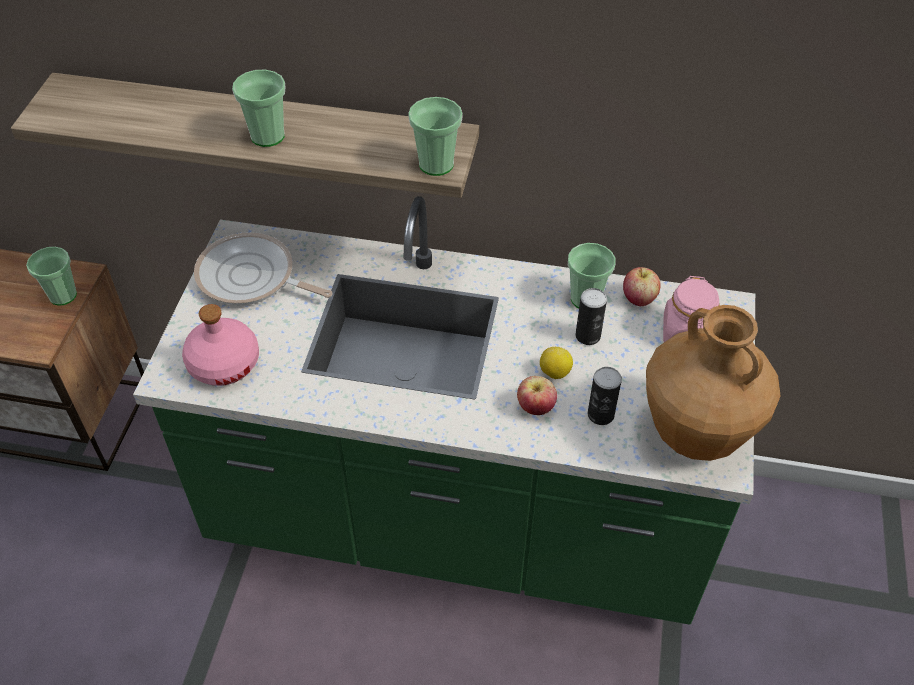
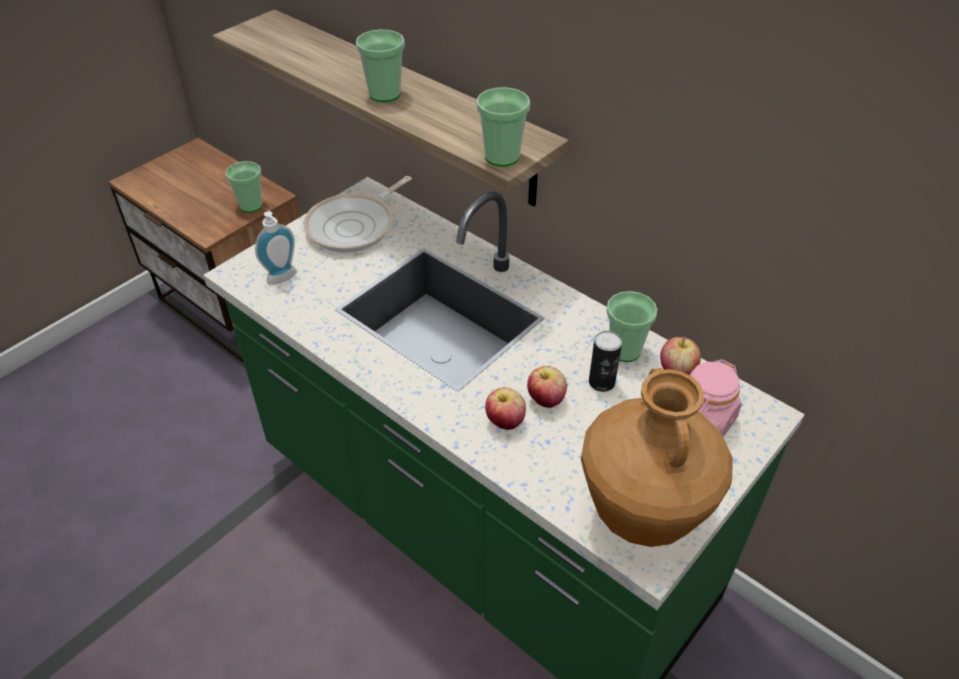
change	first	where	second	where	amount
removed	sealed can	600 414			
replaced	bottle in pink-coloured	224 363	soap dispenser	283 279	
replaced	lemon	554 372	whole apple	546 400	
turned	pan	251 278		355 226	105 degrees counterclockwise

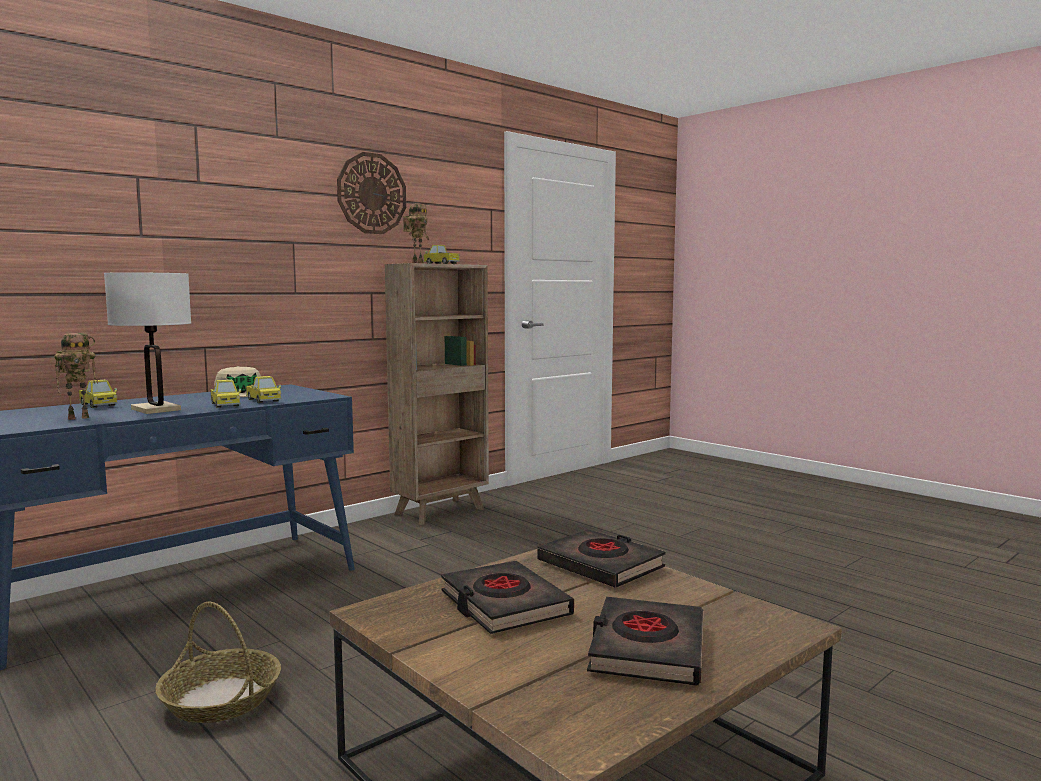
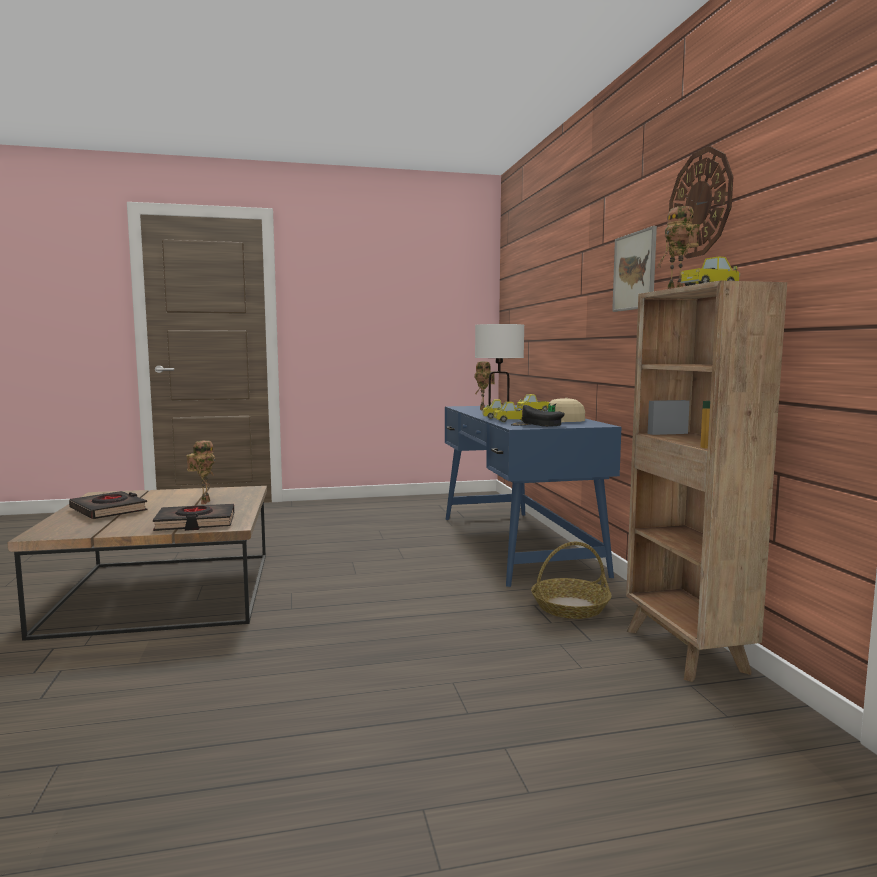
change	first	where	second	where	amount
added			baseball cap in black-coloured	537 425	
added			wall art	634 271	
moved	basket	220 698		570 607	
replaced	book in black-coloured	504 604	toy robot	204 502	

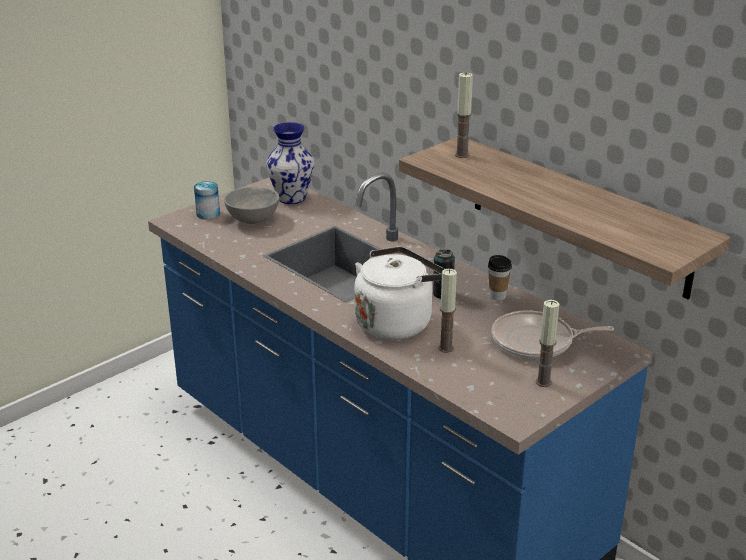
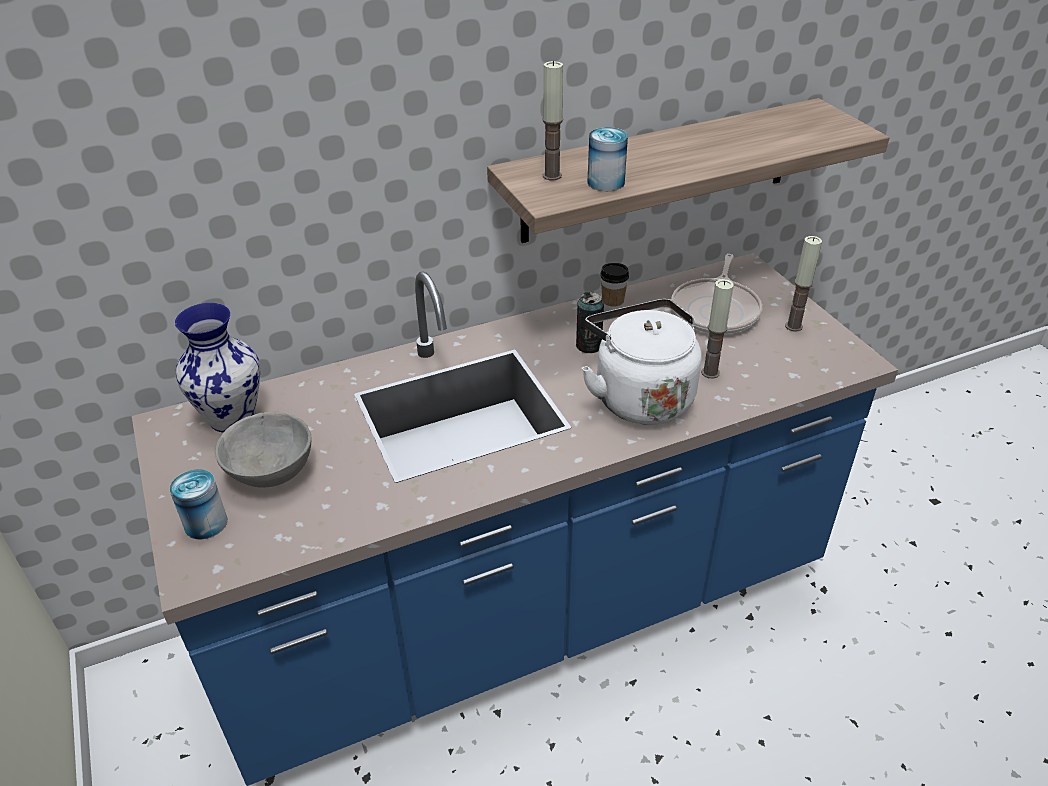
change	first	where	second	where	amount
added			sealed can	606 182	

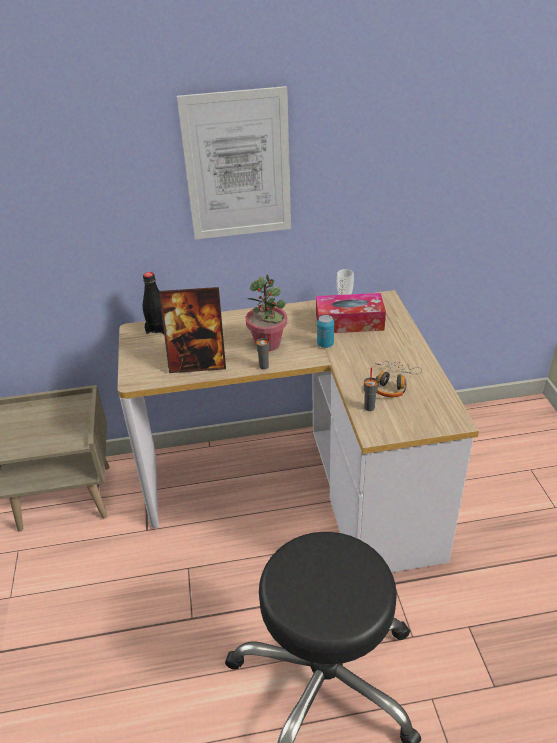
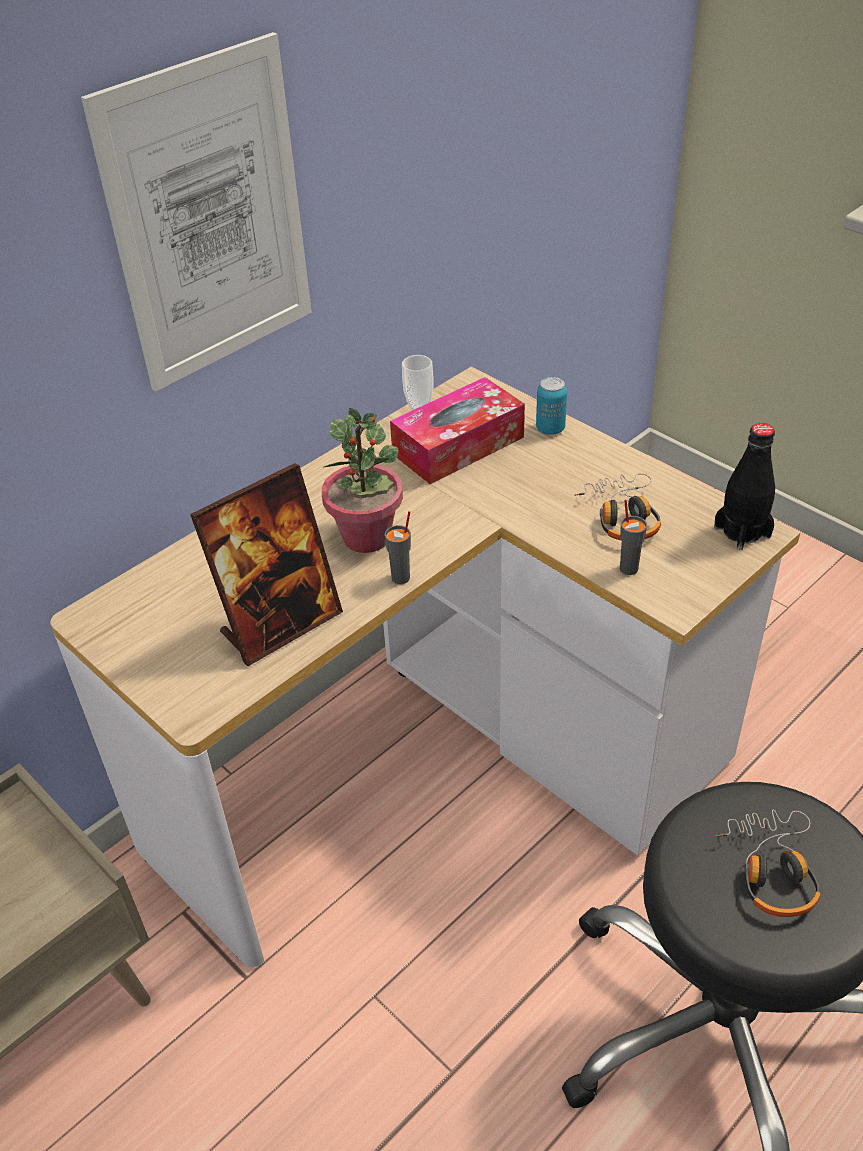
change	first	where	second	where	amount
added			headphones	771 870	
moved	bottle in black-coloured	158 328		742 532	
moved	sealed can	325 344		550 429	

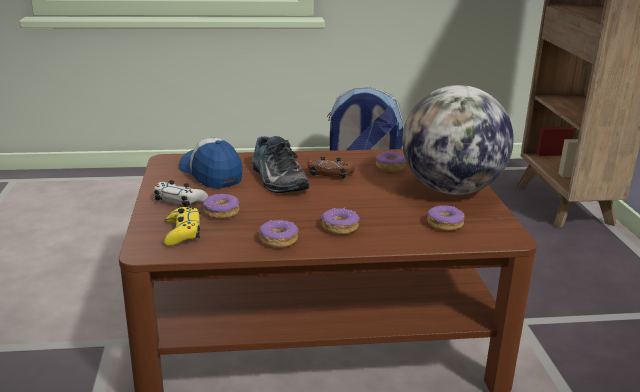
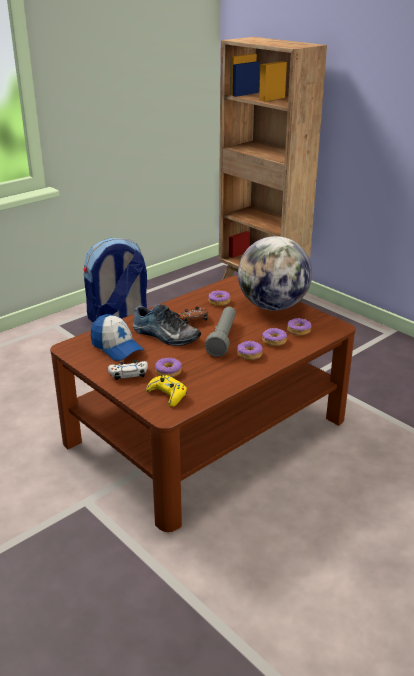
change	first	where	second	where	amount
added			hand torch in gray	223 338	
moved	donut	278 240		274 341	
turned	baseball cap	211 174		117 347	150 degrees counterclockwise

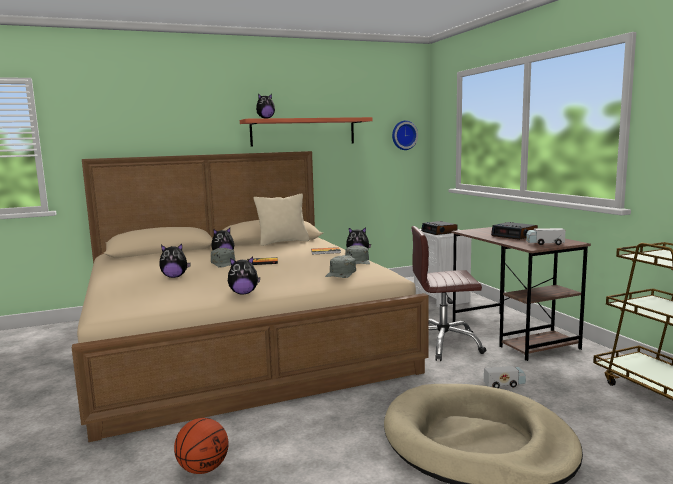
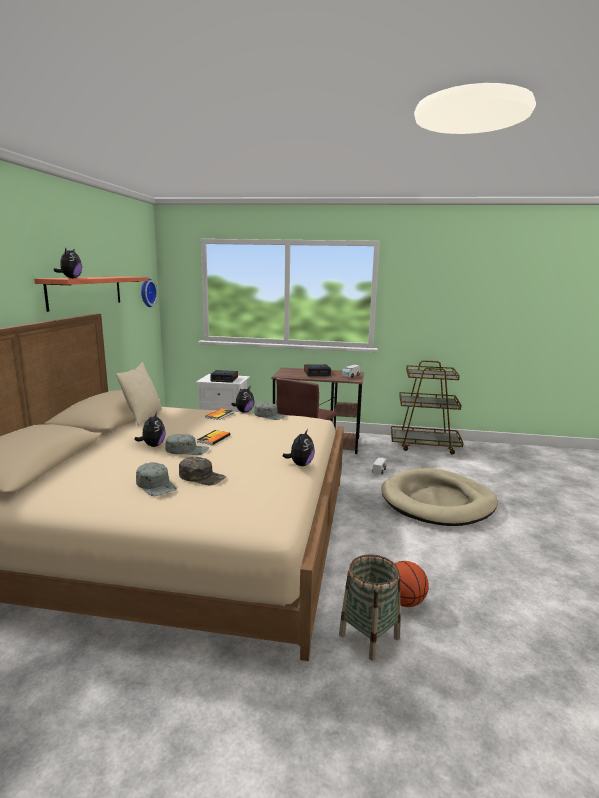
change	first	where	second	where	amount
added			basket	369 636	
moved	baseball cap in gray	341 273		156 485	
replaced	cuddly toy	174 277	baseball cap in green	202 477	

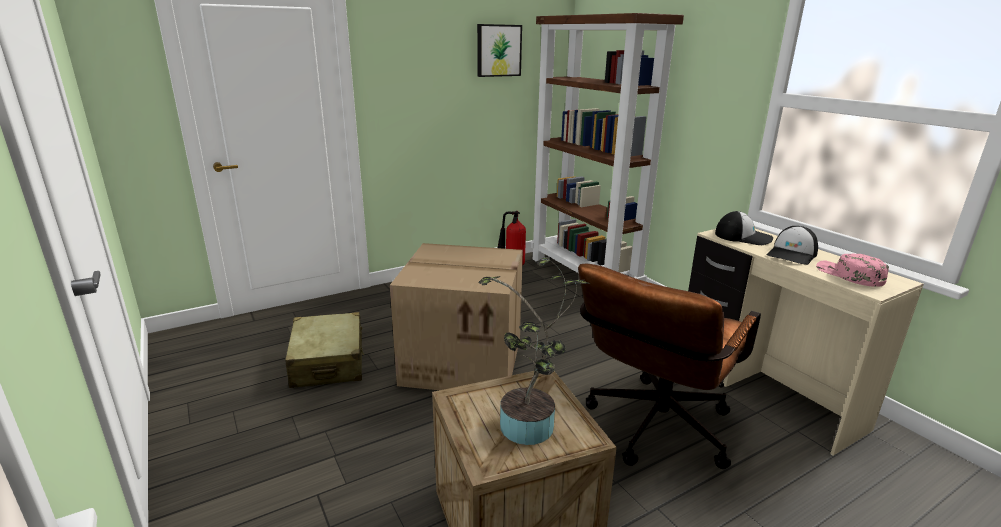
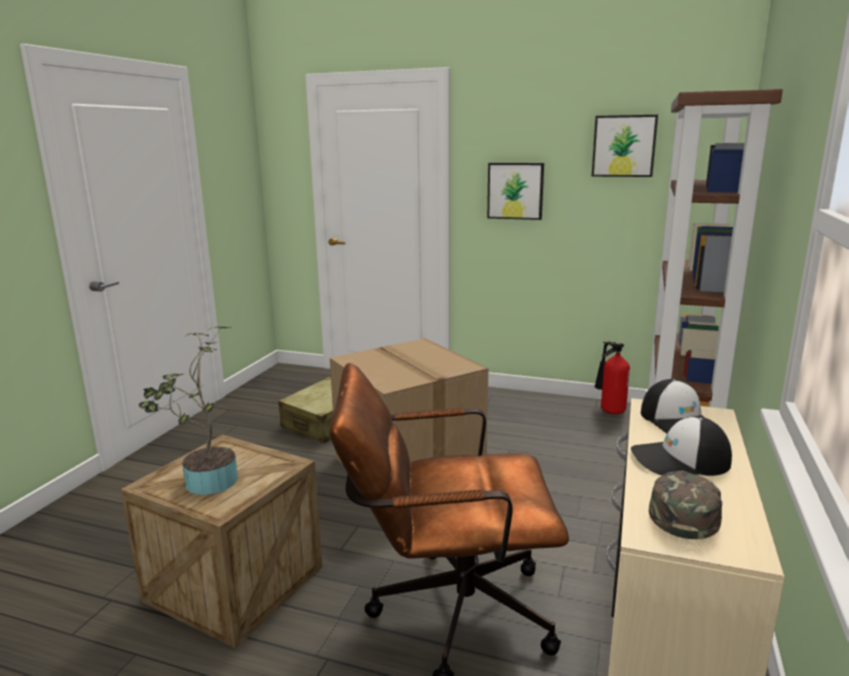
change	first	where	second	where	amount
added			wall art	515 190	
recoloured	baseball cap in pink-coloured	849 275	baseball cap in green	682 509	

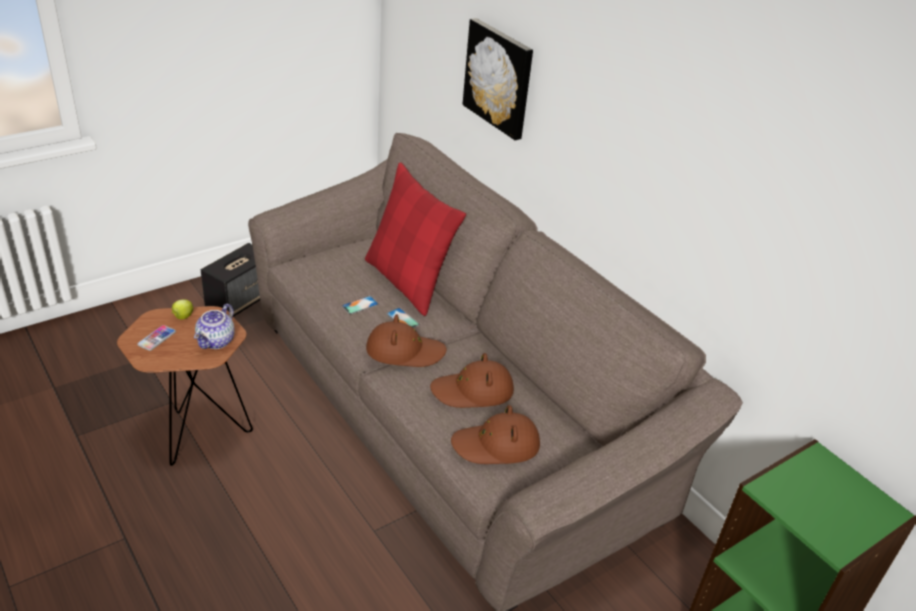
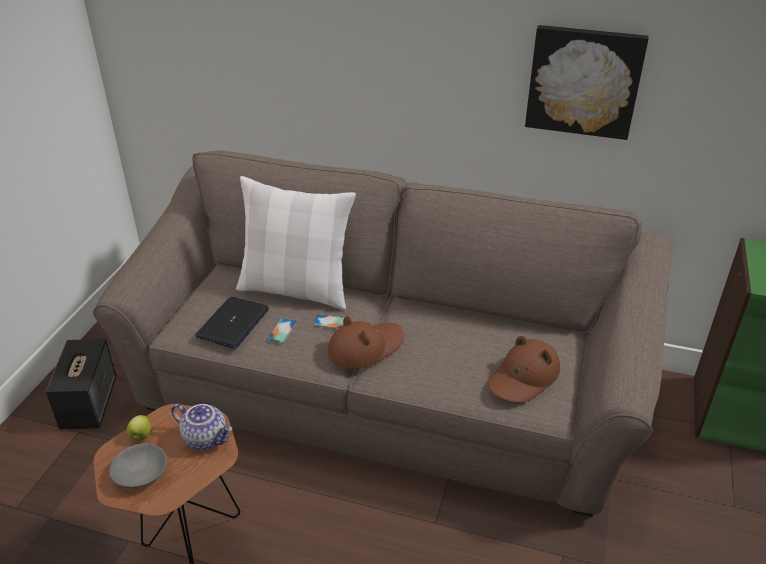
change	first	where	second	where	amount
removed	wearable hat in brown-coloured	473 391			
added			portable computer	233 323	
moved	wall art	499 78		584 81	
replaced	handset	157 338	serving bowl in gray	141 473	
recoloured	throw pillow in red-coloured	408 282	throw pillow in white-coloured	296 289	
turned	pot for tea	216 342		206 438	45 degrees counterclockwise

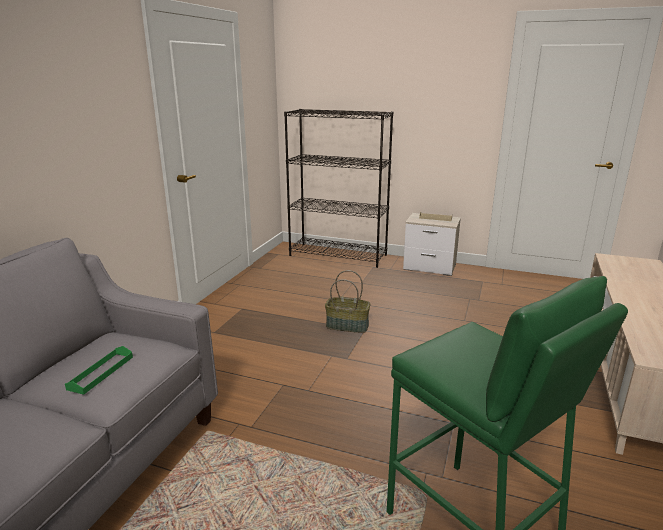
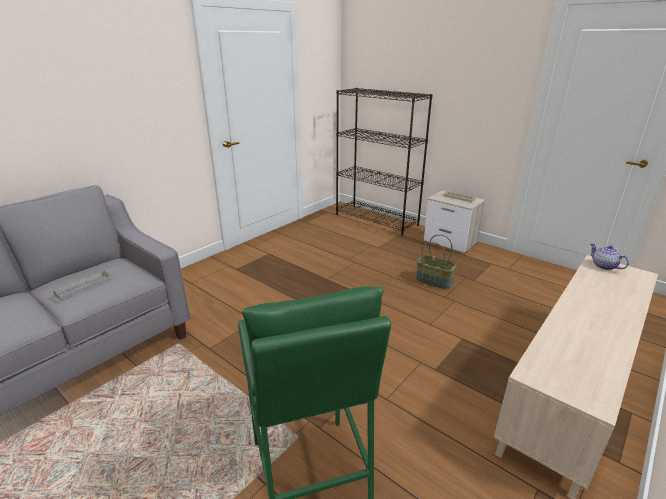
change	first	where	second	where	amount
added			pot for tea	604 266	
moved	basket	348 325		434 281	
recoloured	carrying tray in green	101 372	carrying tray in gray	83 287	

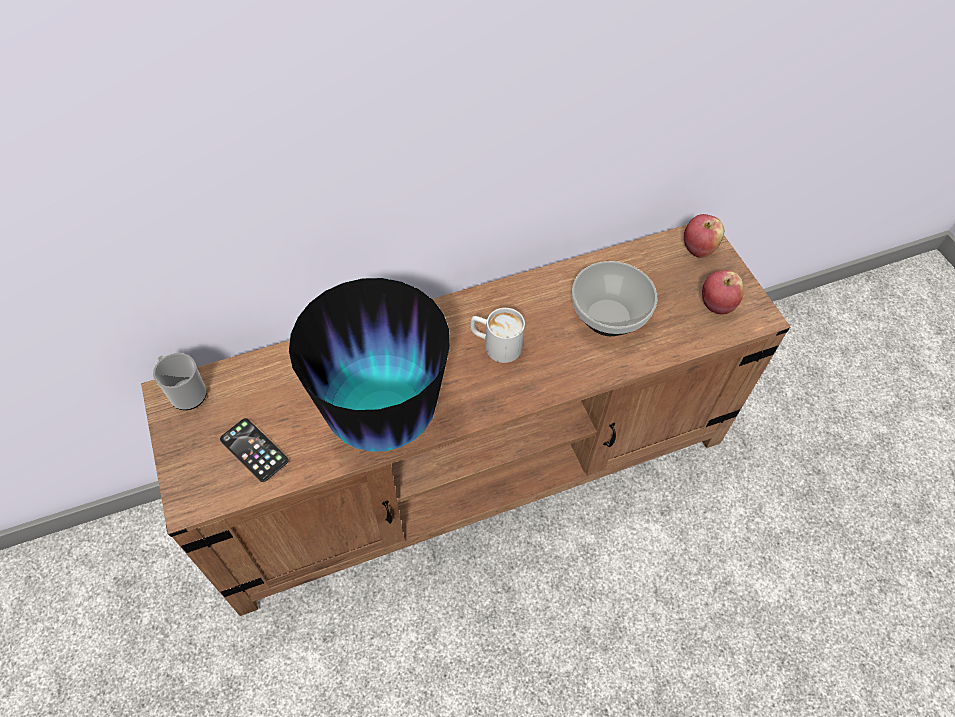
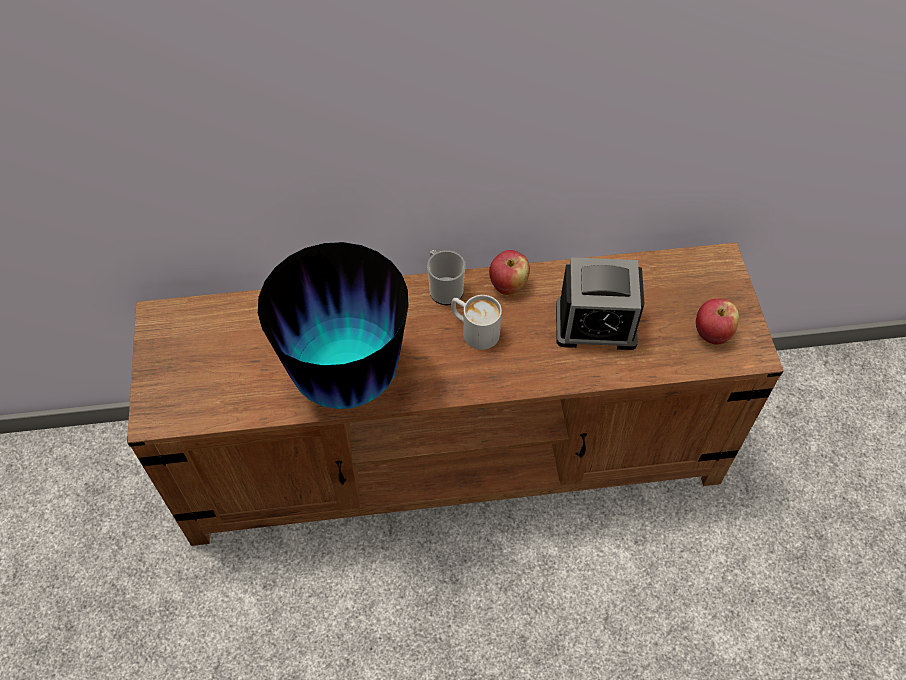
change	first	where	second	where	amount
removed	handset	254 450			
moved	coffee mug	185 392		444 289	
moved	whole apple	698 249		508 285	
replaced	serving bowl	608 317	alarm clock	595 324	

